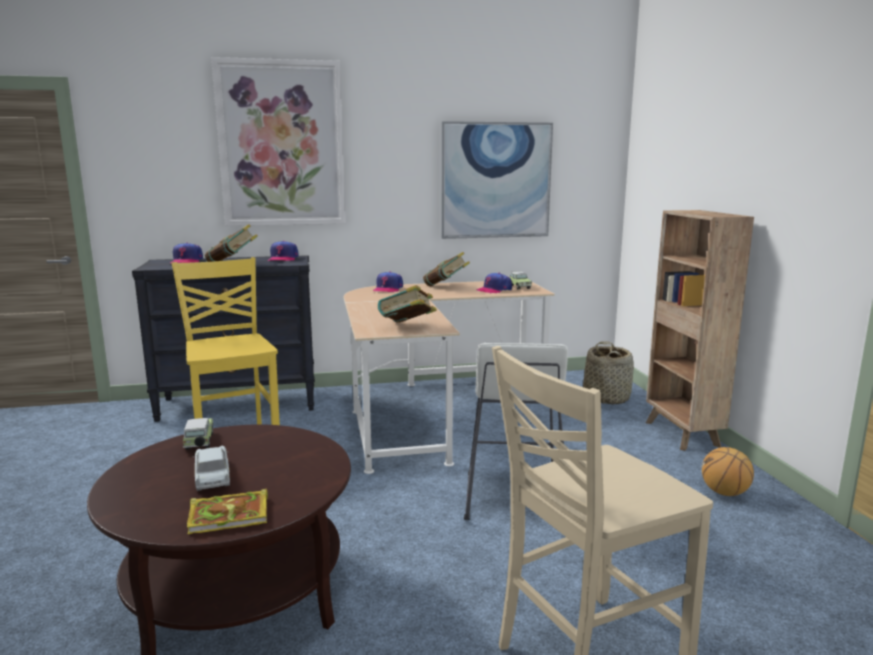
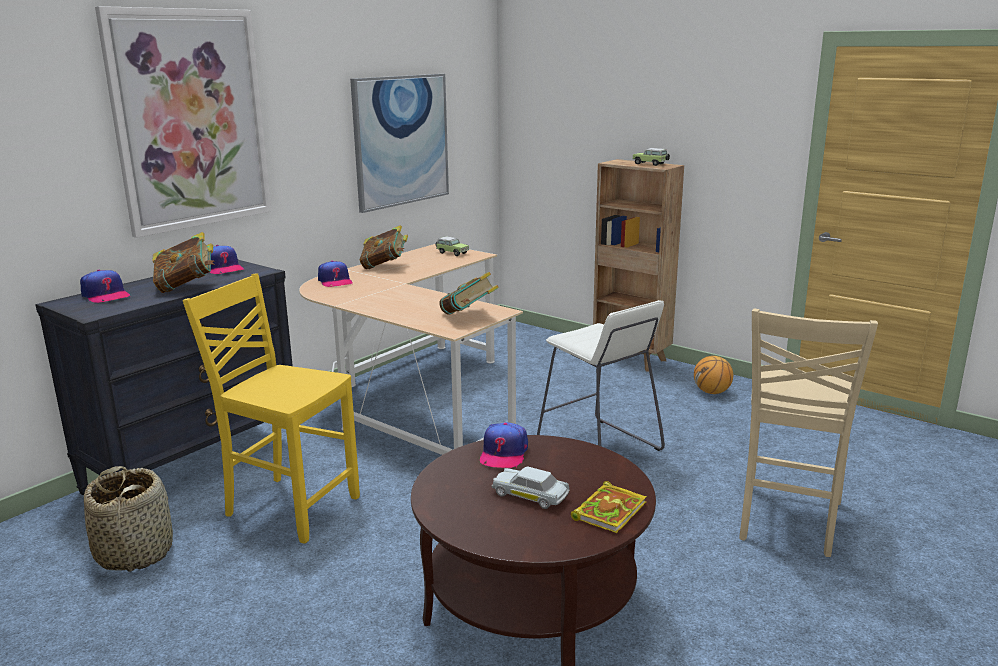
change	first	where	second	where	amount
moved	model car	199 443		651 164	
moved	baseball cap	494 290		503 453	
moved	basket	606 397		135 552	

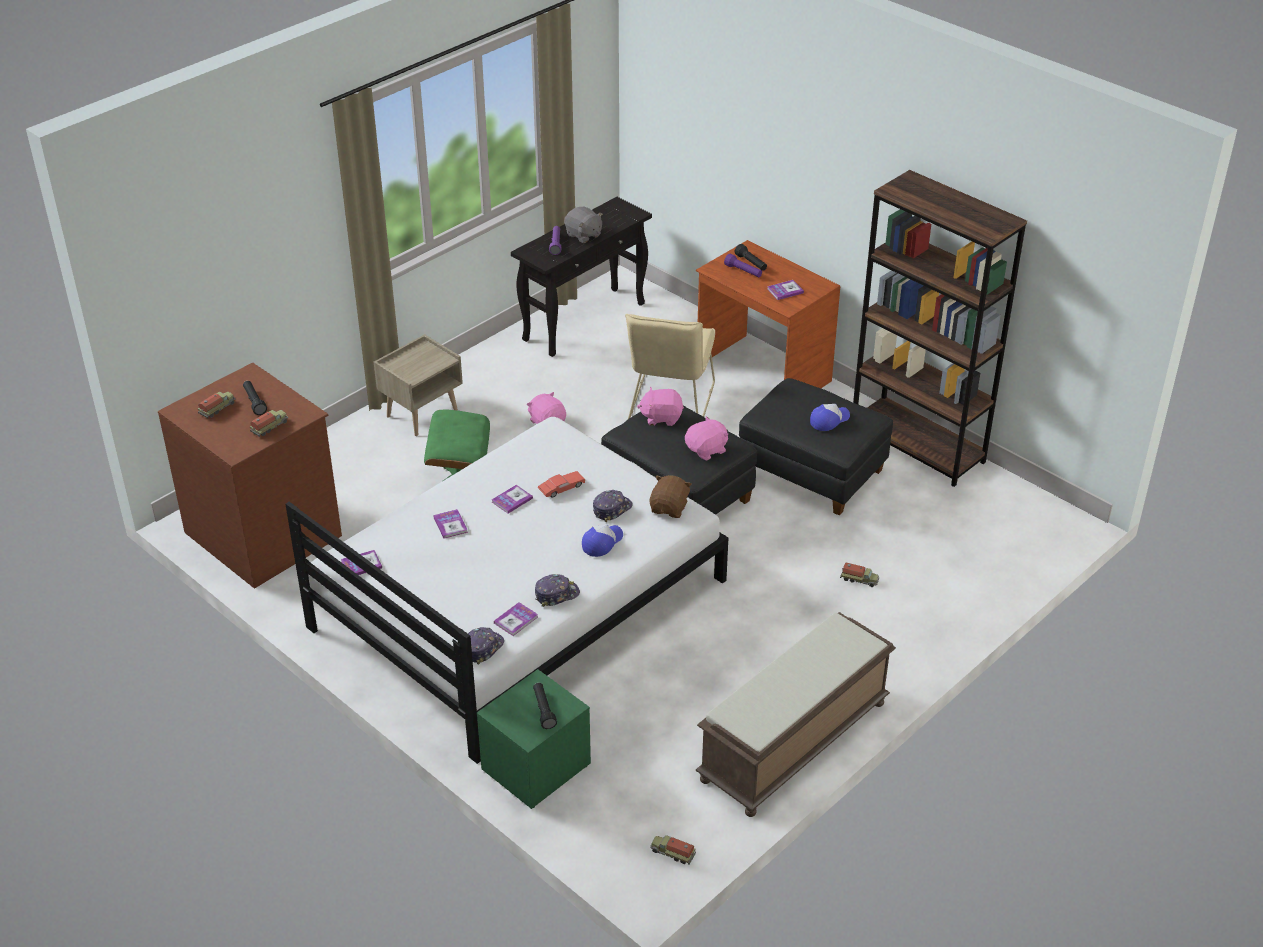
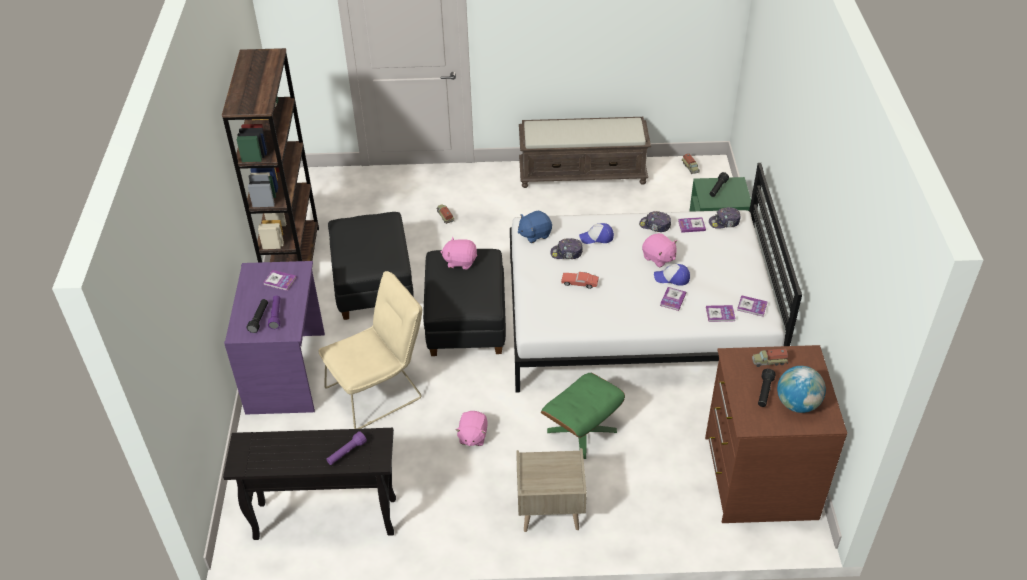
change	first	where	second	where	amount
removed	cuddly toy in gray	583 235			
moved	book	512 500		720 314	
moved	cuddly toy in pink-coloured	661 417		658 258	
moved	baseball cap	829 420		672 278	
replaced	toy lorry	217 408	globe	797 404	
recoloured	cuddly toy in brown-coloured	669 508	cuddly toy in blue-coloured	534 234	
recoloured	desk in brown-coloured	762 373	desk in purplish	287 373	

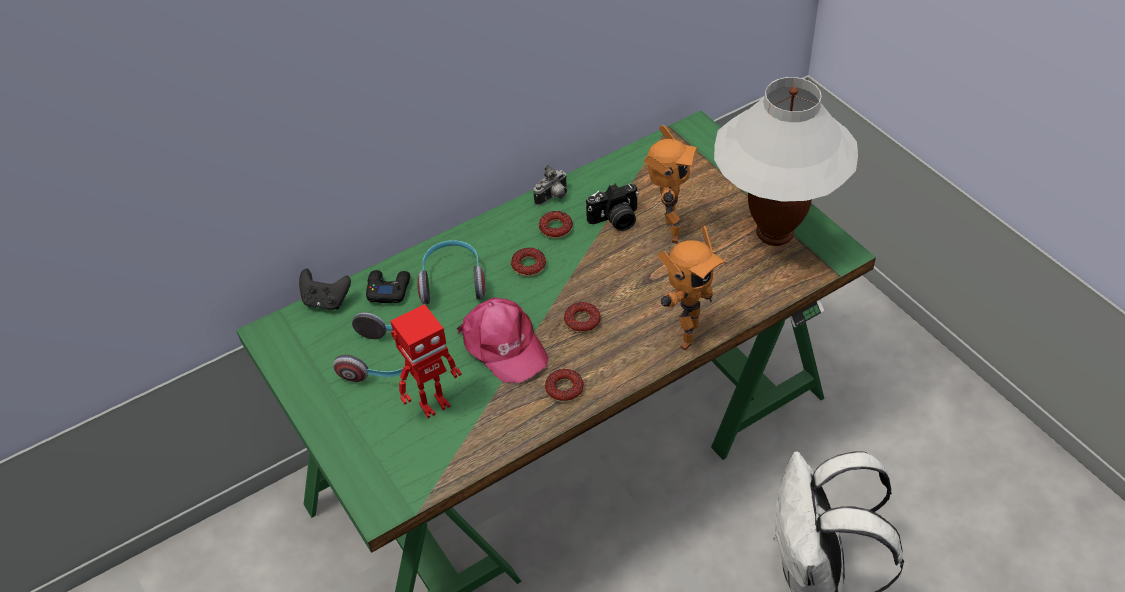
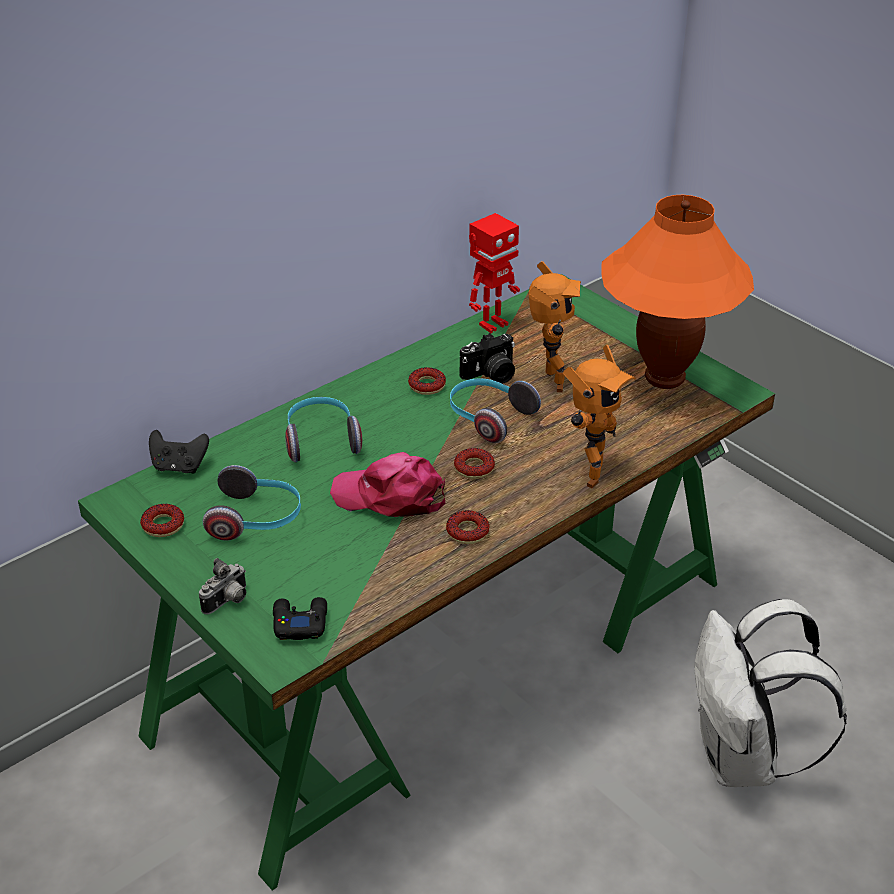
change	first	where	second	where	amount
added			headphones	488 418	
moved	joypad in black-coloured	388 289		300 623	
moved	toy robot	433 404		492 324	
moved	donut	528 265		163 525	
moved	photo camera	553 197		228 602	
recoloured	table lamp in white-coloured	775 233	table lamp in orangey	665 378	
turned	baseball cap in pink-coloured	503 345		390 496	150 degrees clockwise

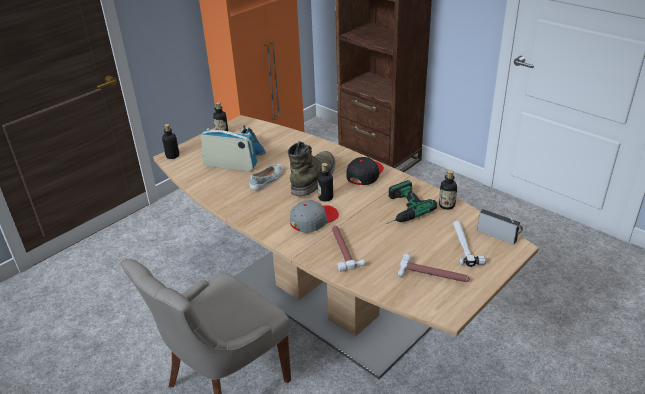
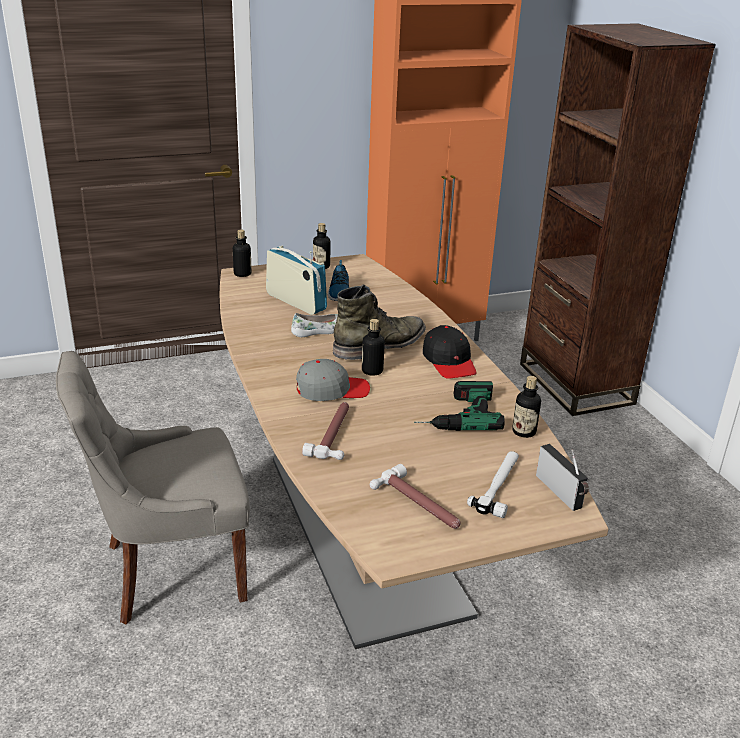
change	first	where	second	where	amount
turned	baseball cap in black-coloured	365 174		449 361	105 degrees clockwise

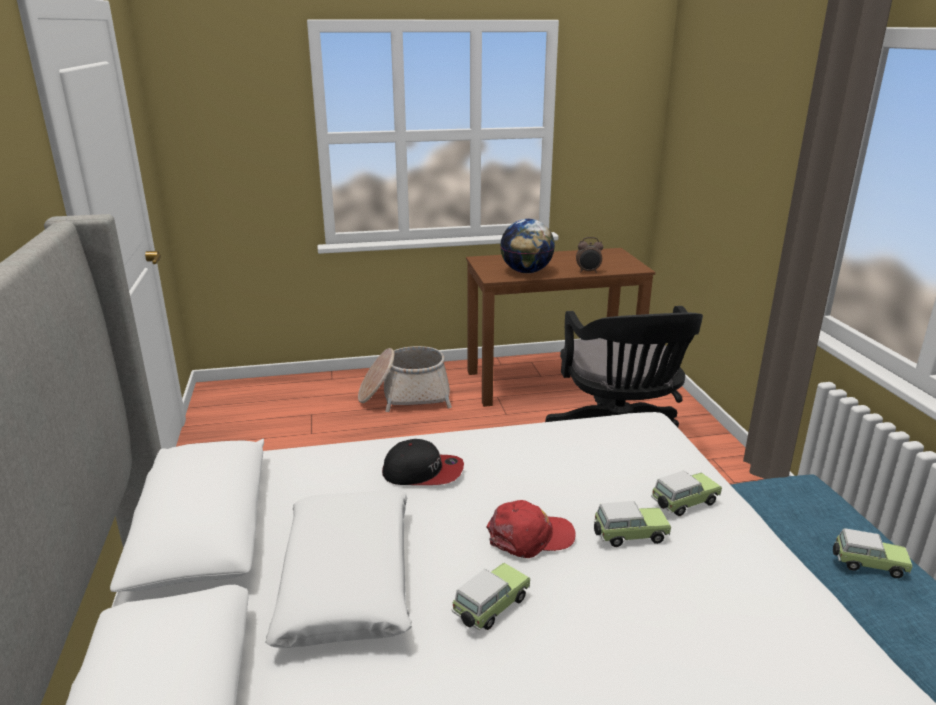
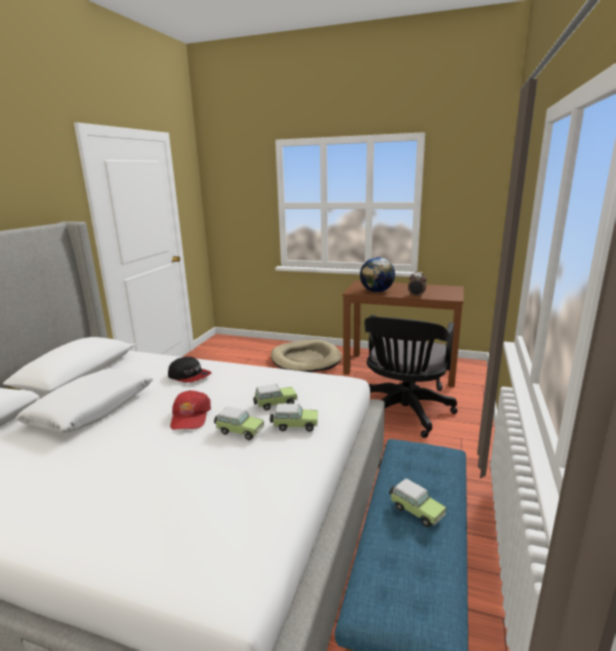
change	first	where	second	where	amount
moved	model car	489 609		274 404	
replaced	basket	404 396	pet bed in sand-coloured	305 359	
turned	baseball cap in red-coloured	530 537		190 416	75 degrees clockwise

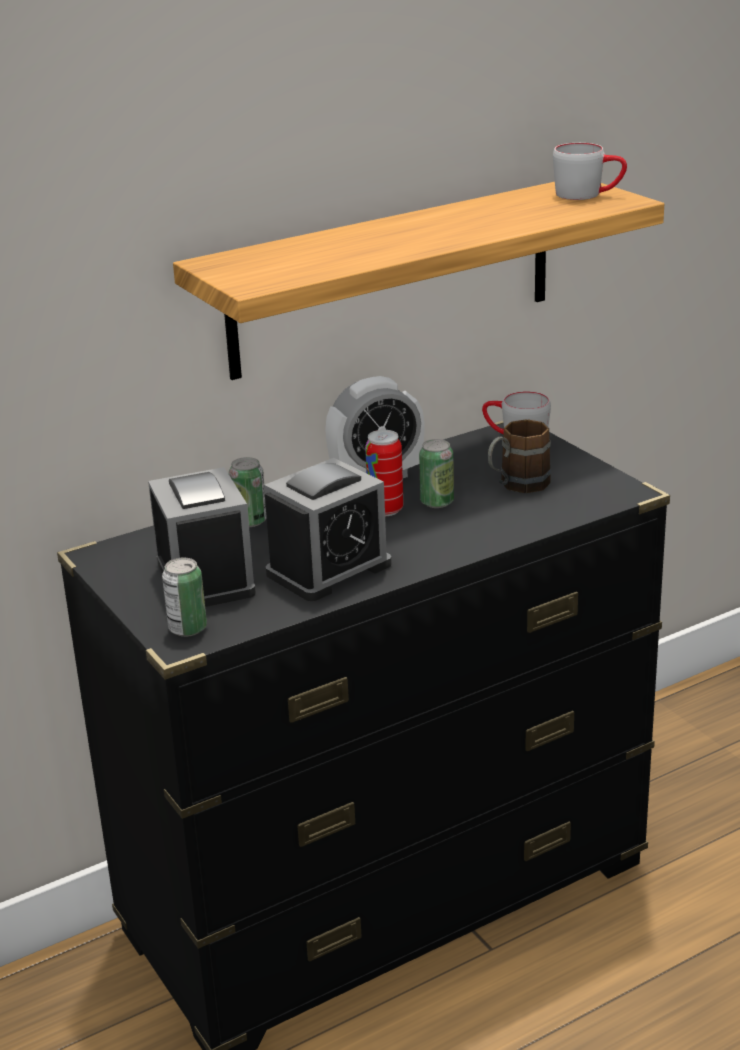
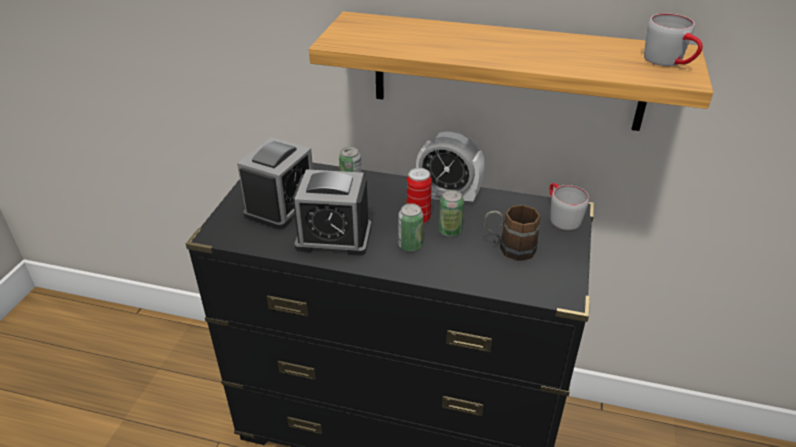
change	first	where	second	where	amount
moved	sealed can	187 629		410 245	

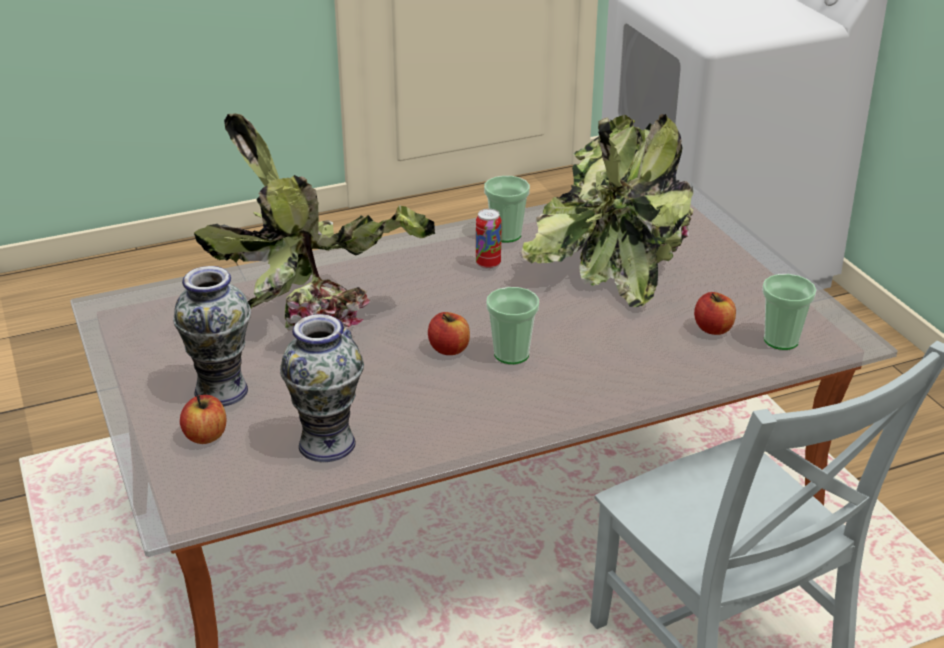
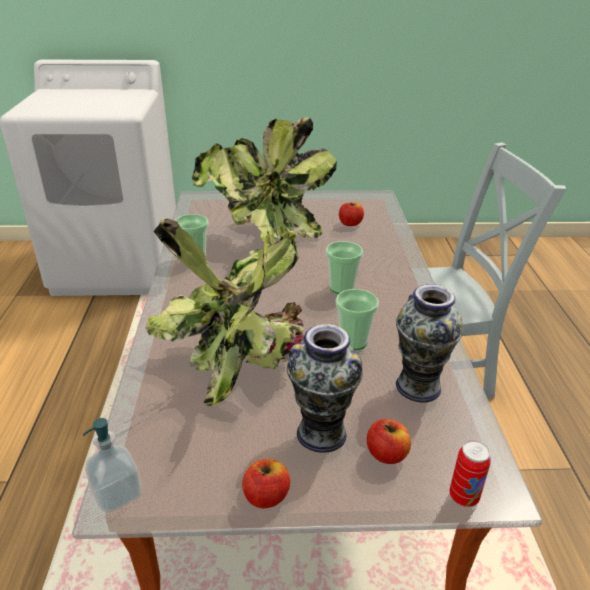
change	first	where	second	where	amount
added			soap dispenser	117 494	
moved	whole apple	449 349		266 496	
moved	sealed can	488 264		463 497	
moved	drinking cup	781 340		353 341	

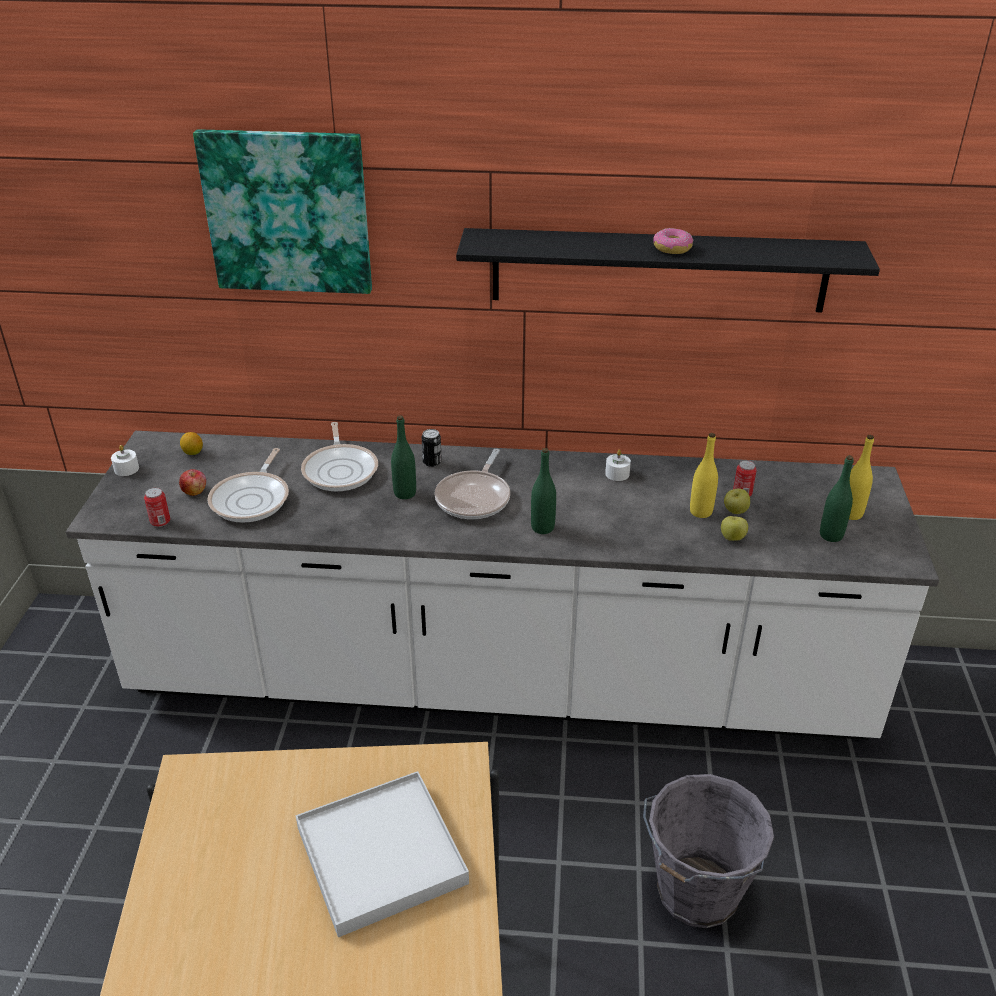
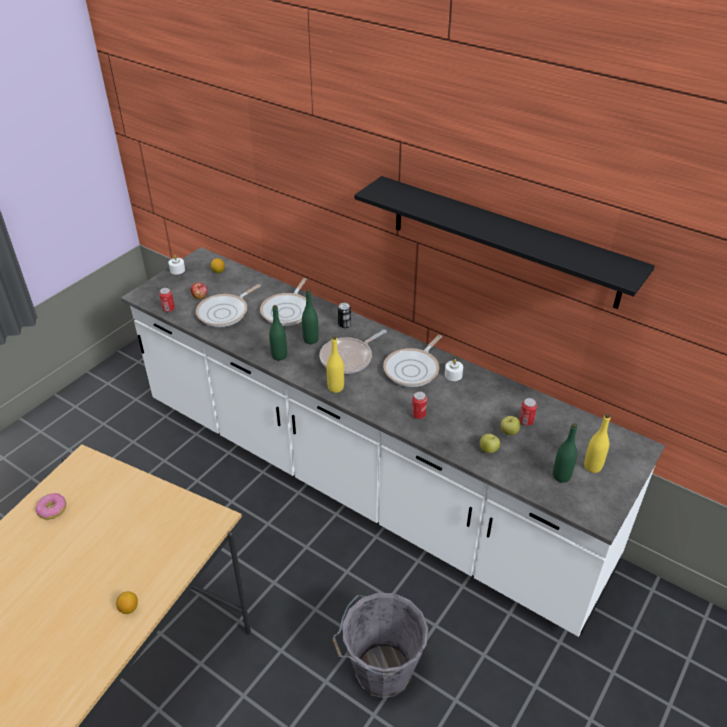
change	first	where	second	where	amount
removed	wall art	288 212			
removed	carrying tray in white-coloured	380 855			
added			lemon	129 608	
added			pan	413 369	
added			sealed can	418 414	
moved	bottle in green	542 528		279 356	
moved	donut	672 248		52 509	
moved	bottle in yellowish	701 512		335 387	

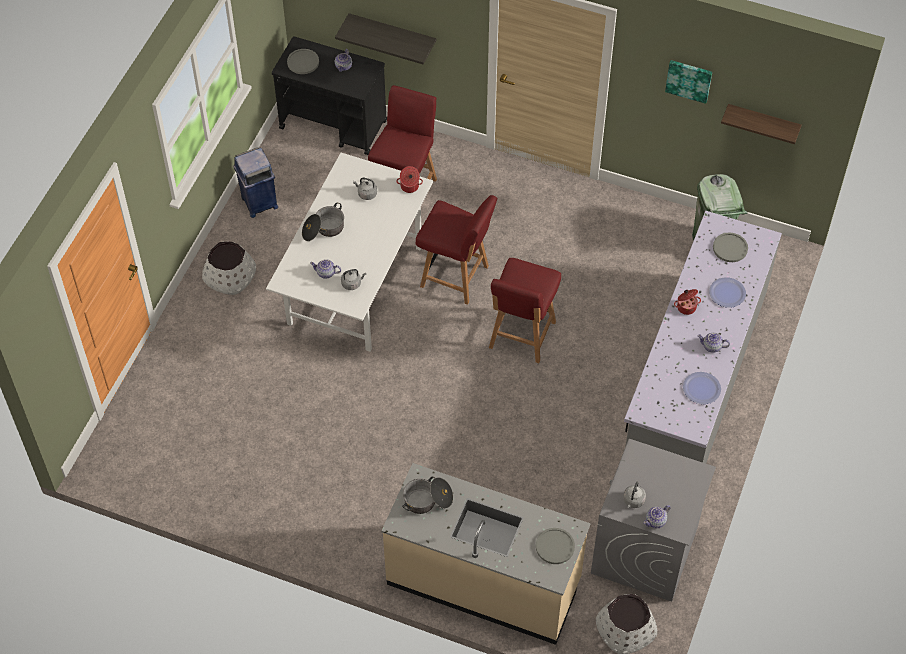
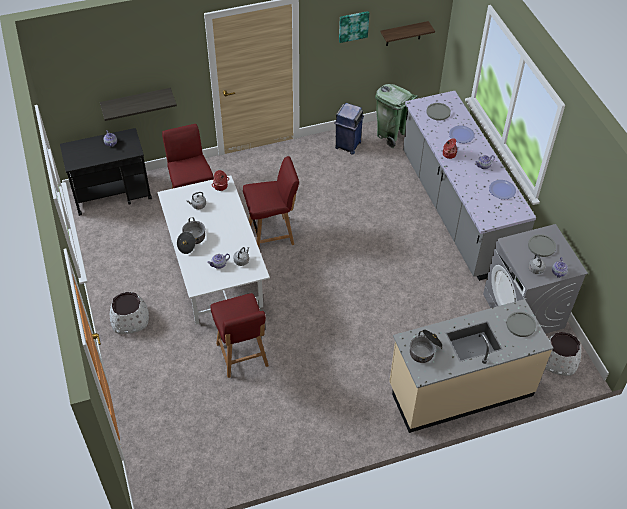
change	first	where	second	where	amount
moved	trash can in blue-coloured	258 203		347 145	
moved	plate in gray	303 62		541 246	
moved	upright chair in red-coloured	521 336		242 356	

